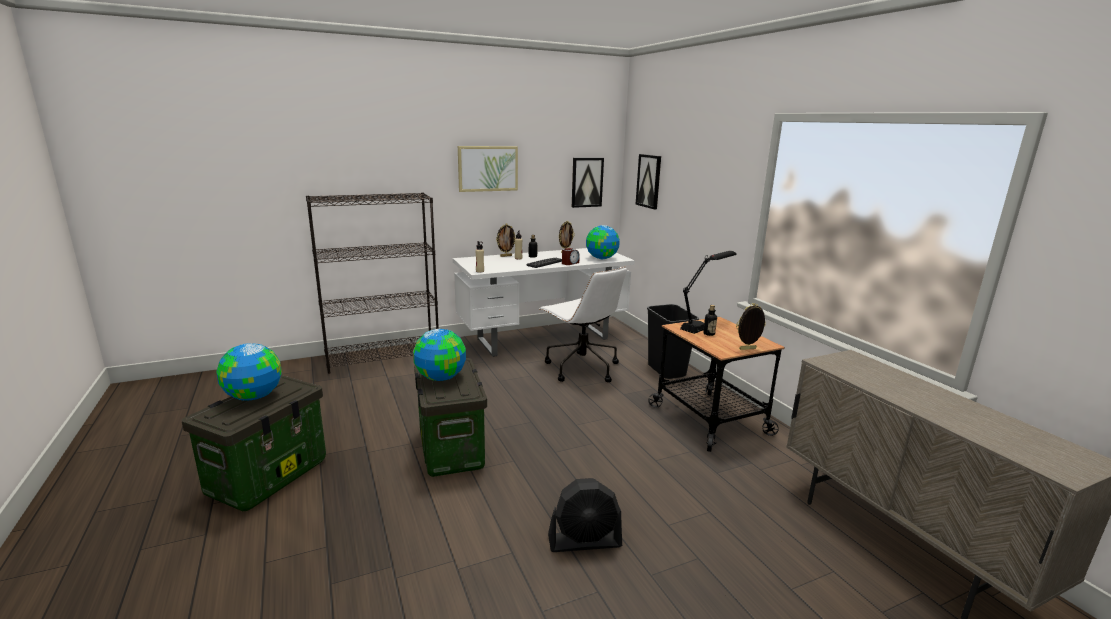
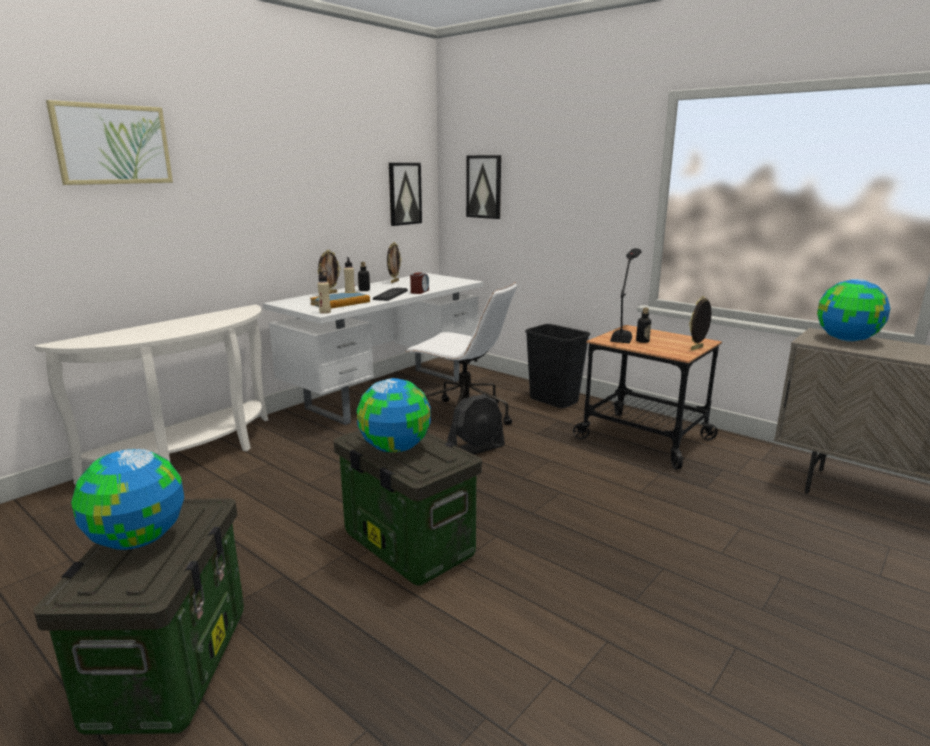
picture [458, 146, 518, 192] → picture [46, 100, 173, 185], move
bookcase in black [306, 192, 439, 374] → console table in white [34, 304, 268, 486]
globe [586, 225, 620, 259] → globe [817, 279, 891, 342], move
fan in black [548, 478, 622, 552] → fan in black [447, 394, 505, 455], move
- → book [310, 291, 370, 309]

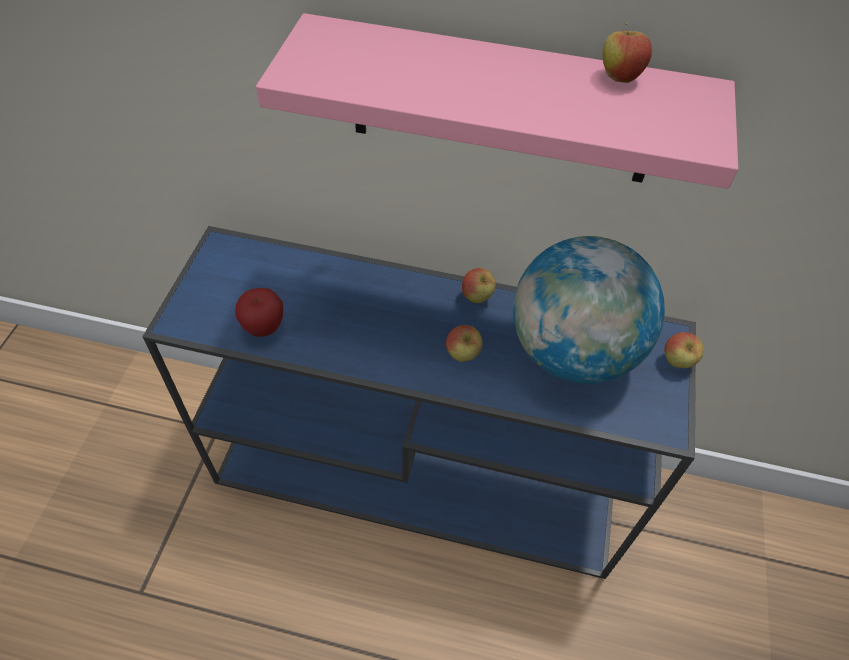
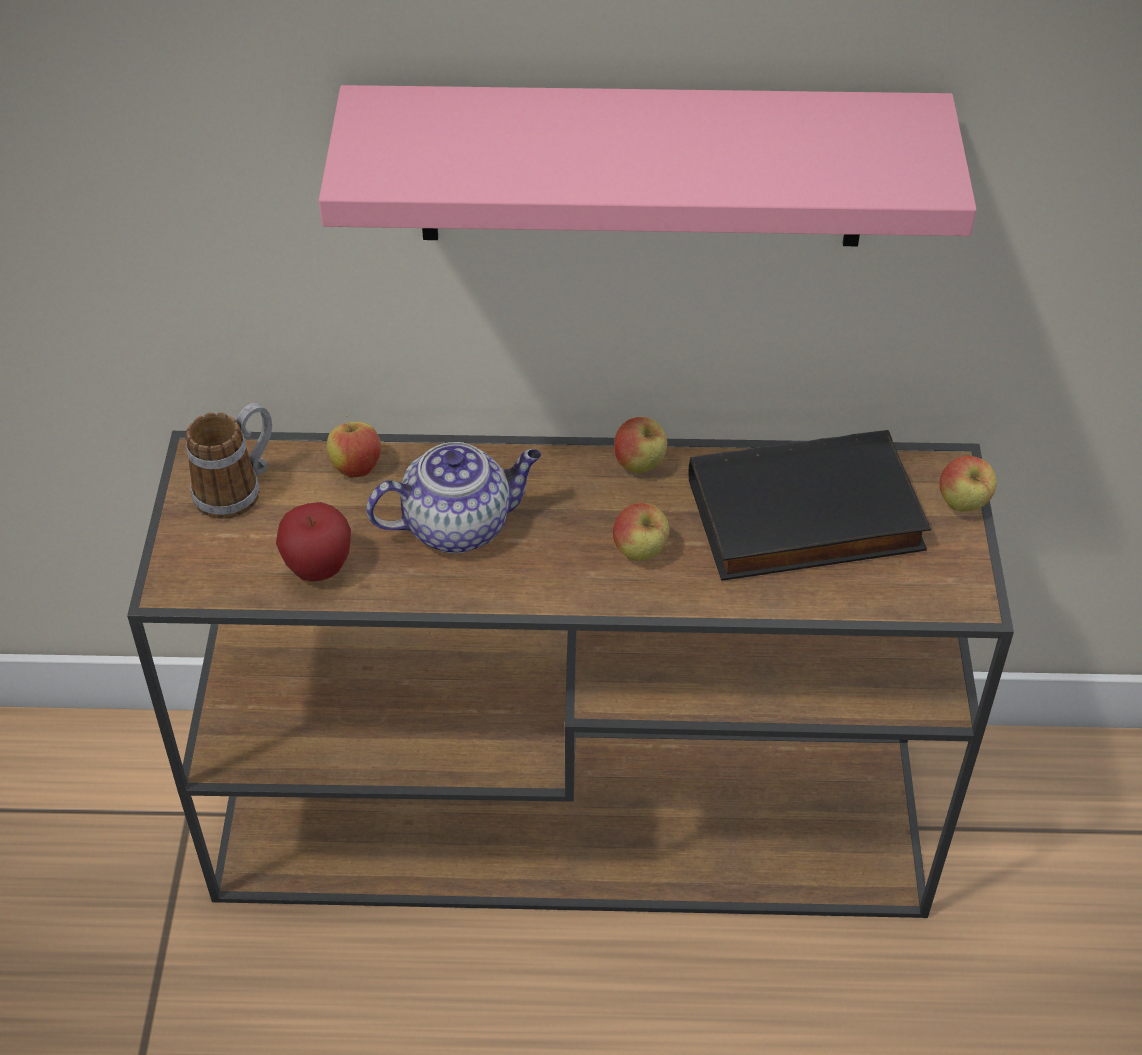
apple [602, 22, 652, 83] → apple [327, 414, 381, 478], move
console table in blue [142, 226, 696, 579] → console table in brown [127, 431, 1014, 918]
globe [513, 236, 665, 384] → book in black [689, 430, 931, 581]
- → mug [186, 403, 272, 519]
- → teapot [366, 442, 541, 553]

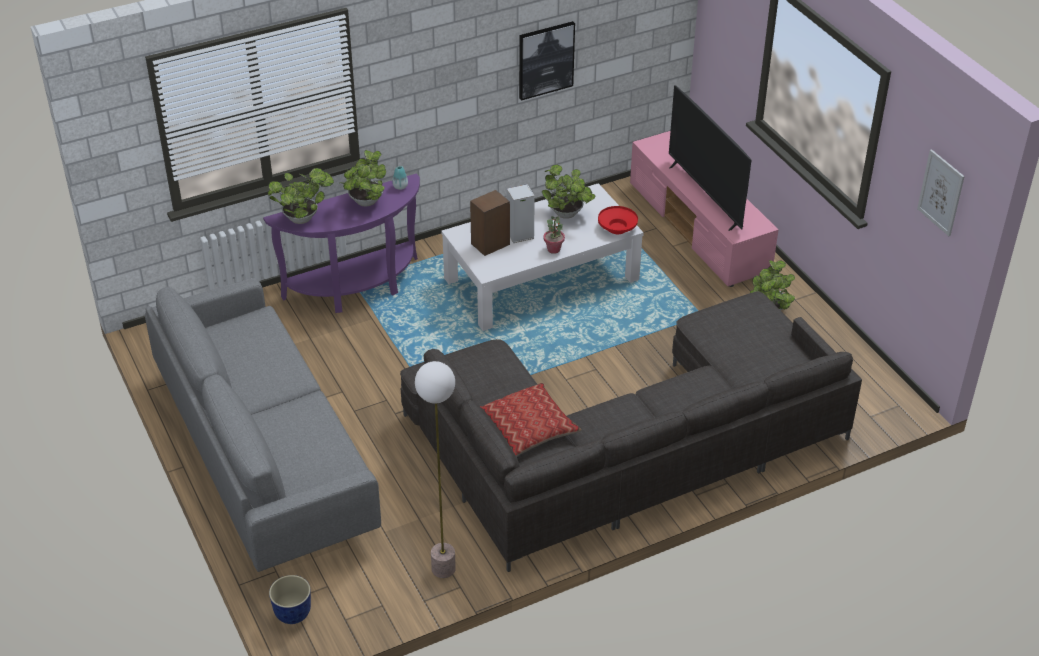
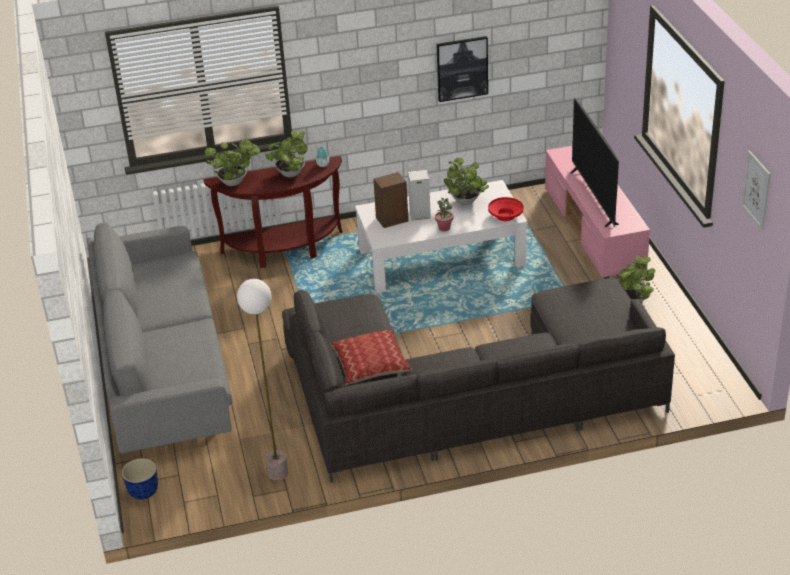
console table in purple [263, 173, 420, 313] → console table in brown [203, 156, 343, 268]

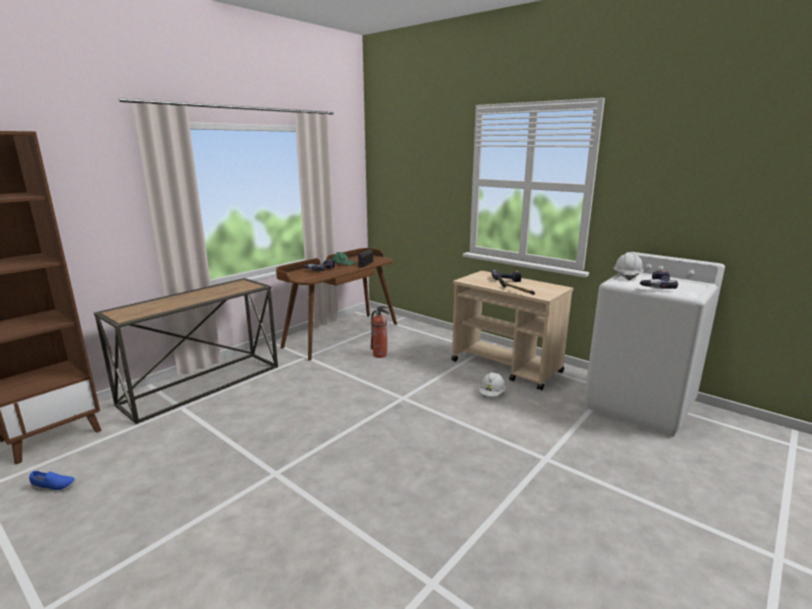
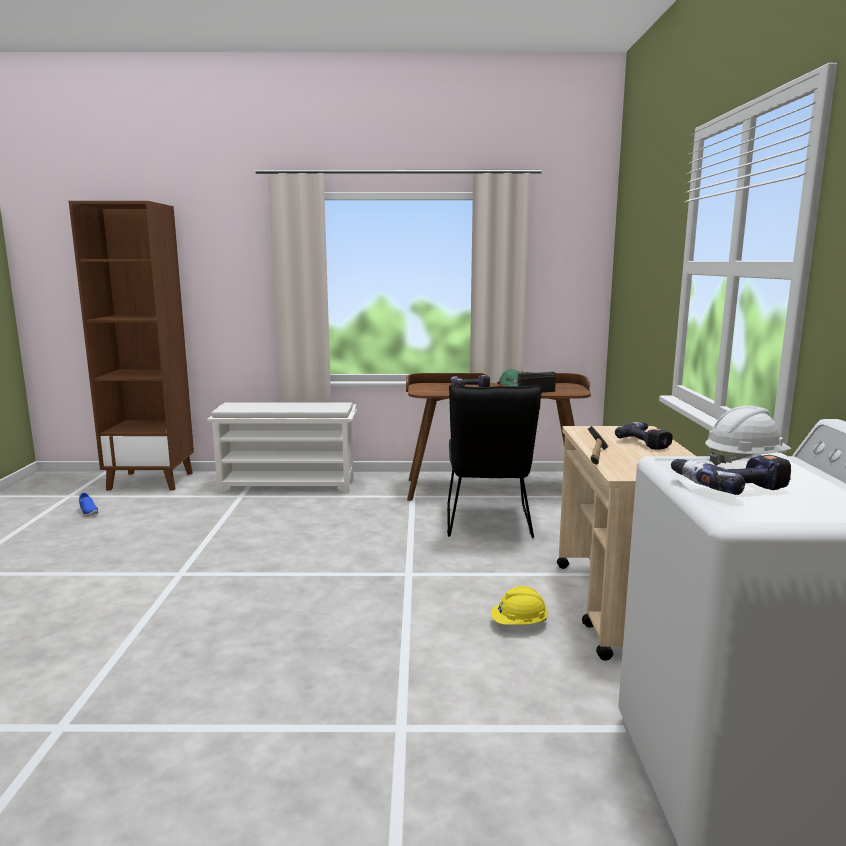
console table [94, 278, 278, 424] → shoe rack in white [207, 402, 357, 493]
fire extinguisher [370, 306, 390, 358] → chair in black [447, 385, 542, 538]
hard hat in white [479, 372, 505, 396] → hard hat in yellow [491, 586, 548, 625]

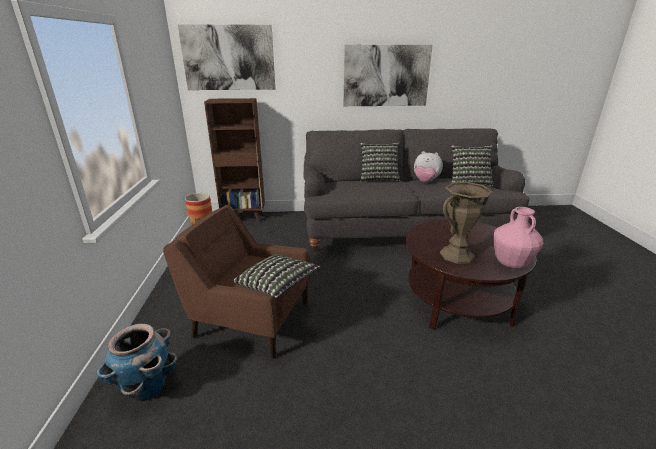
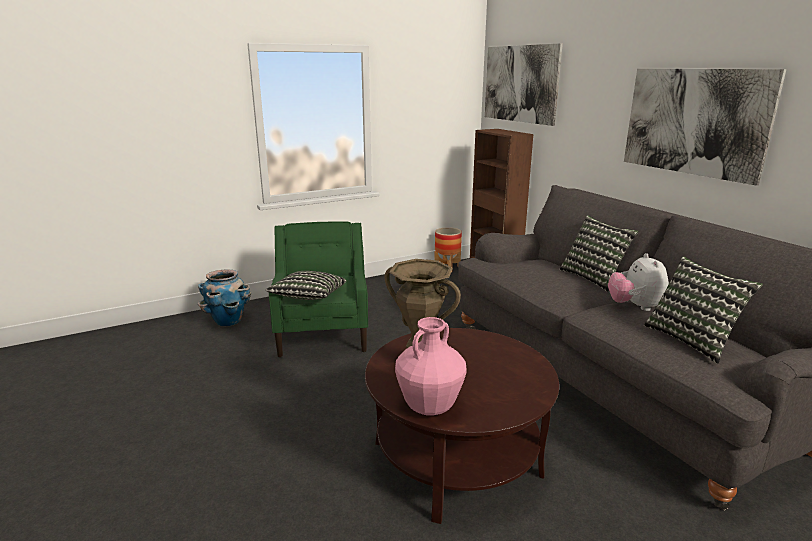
armchair in brown [163, 205, 310, 358] → armchair in green [269, 222, 368, 358]

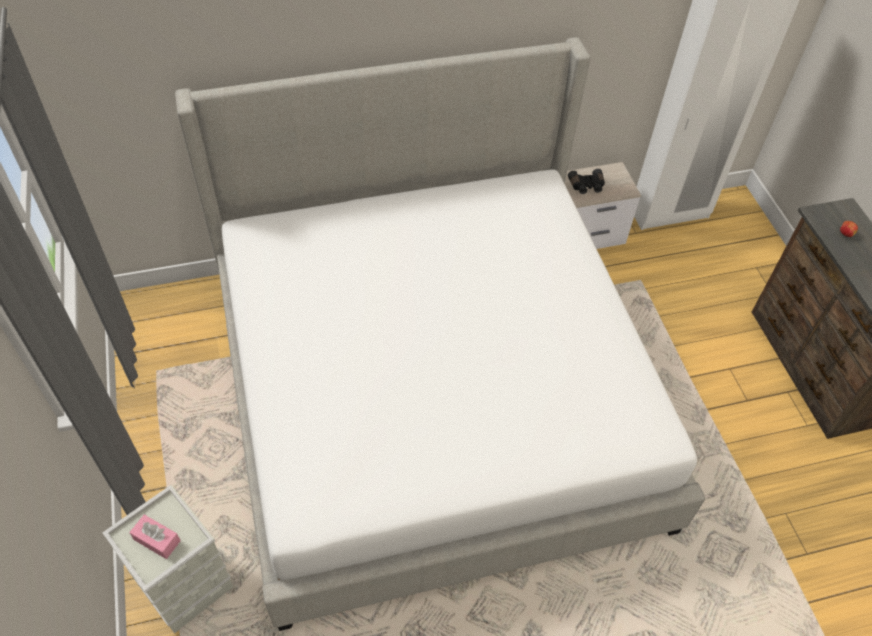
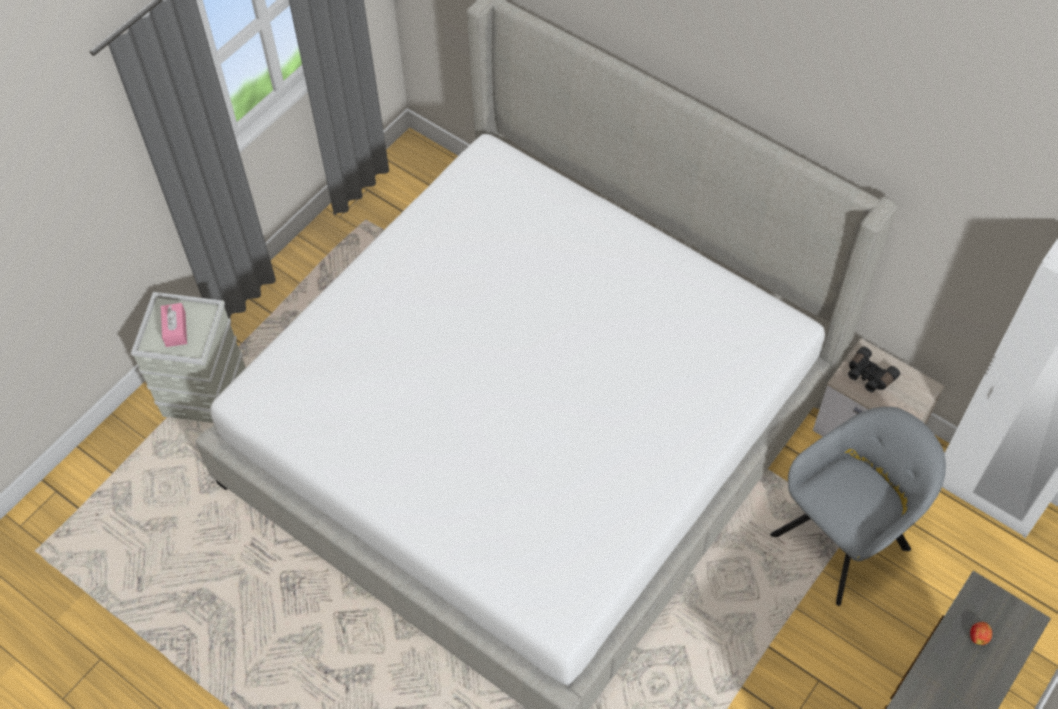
- → armchair in grey [770, 407, 946, 606]

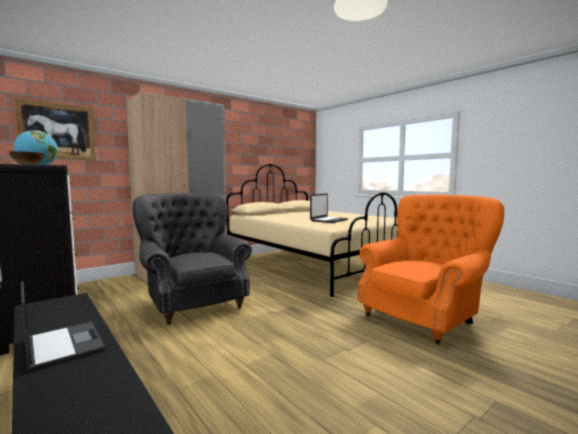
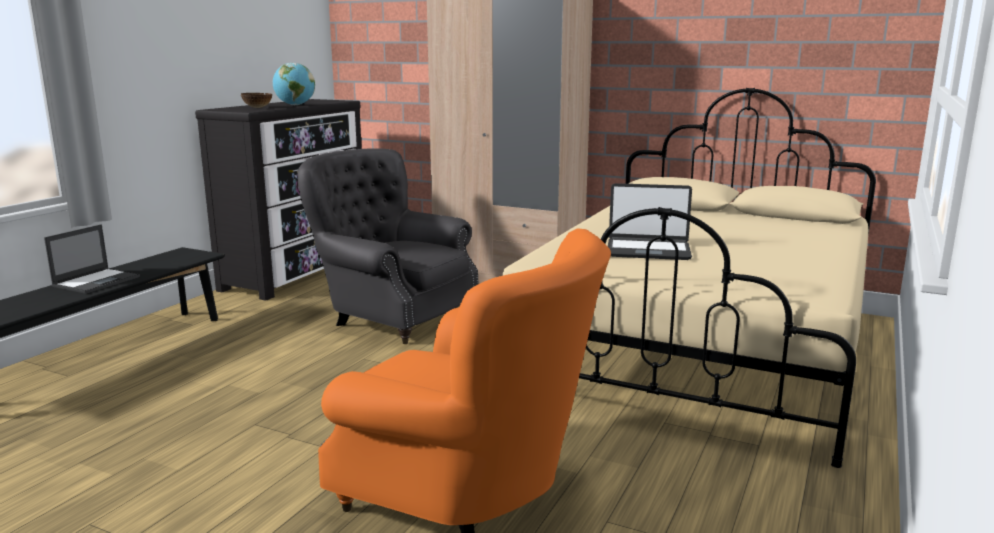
picture [14, 98, 96, 160] → -
armchair in grey [132, 193, 252, 325] → armchair in grey [297, 148, 478, 344], 90 degrees counterclockwise

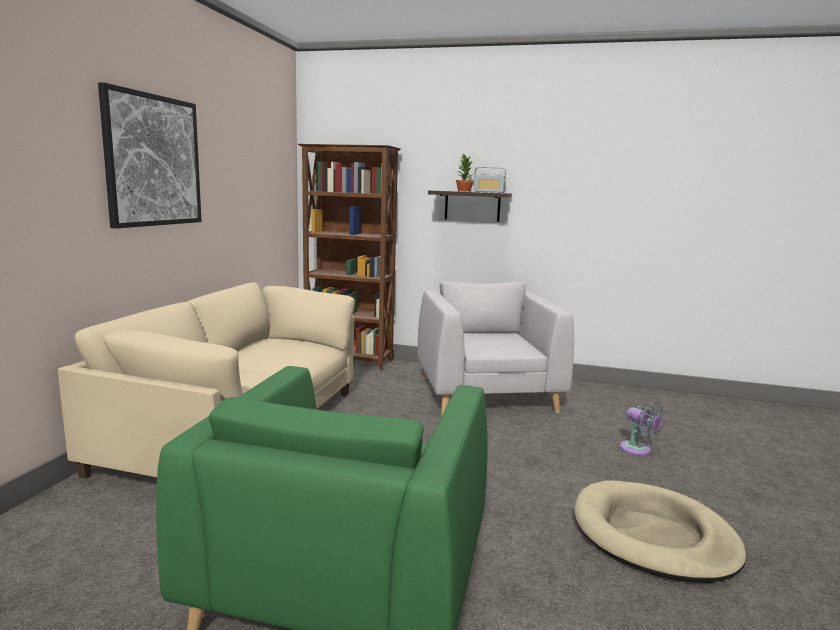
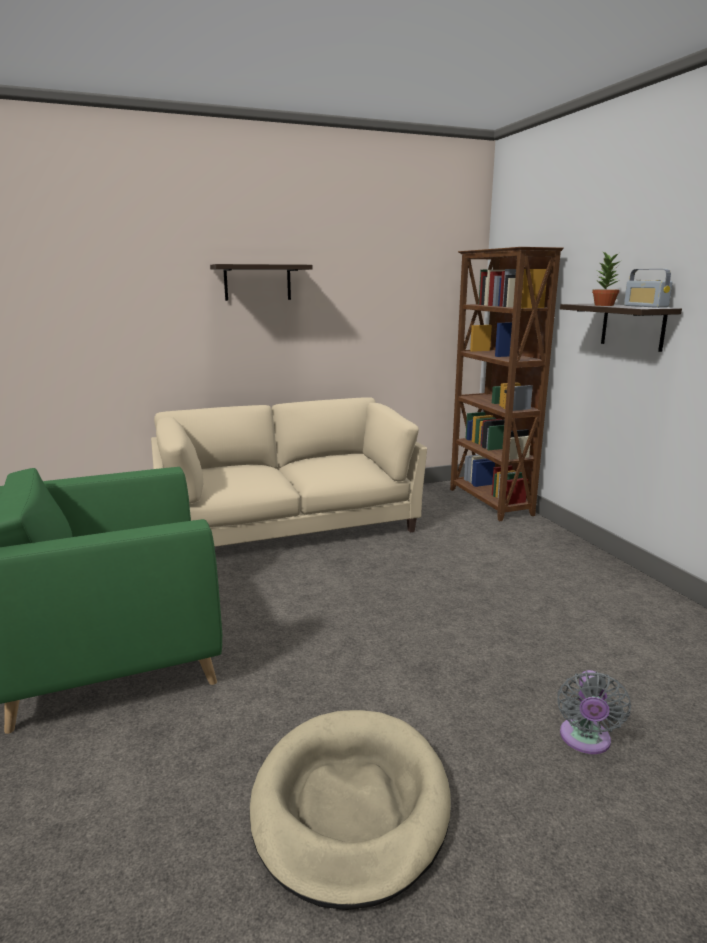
picture [98, 82, 202, 228] → shelf [210, 264, 313, 301]
armchair in grey [417, 282, 574, 416] → -

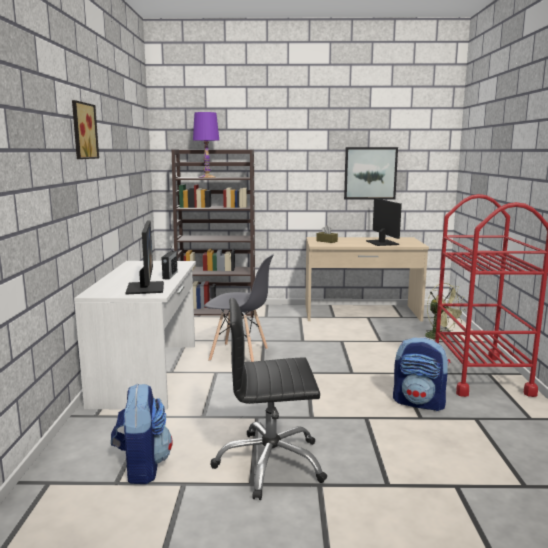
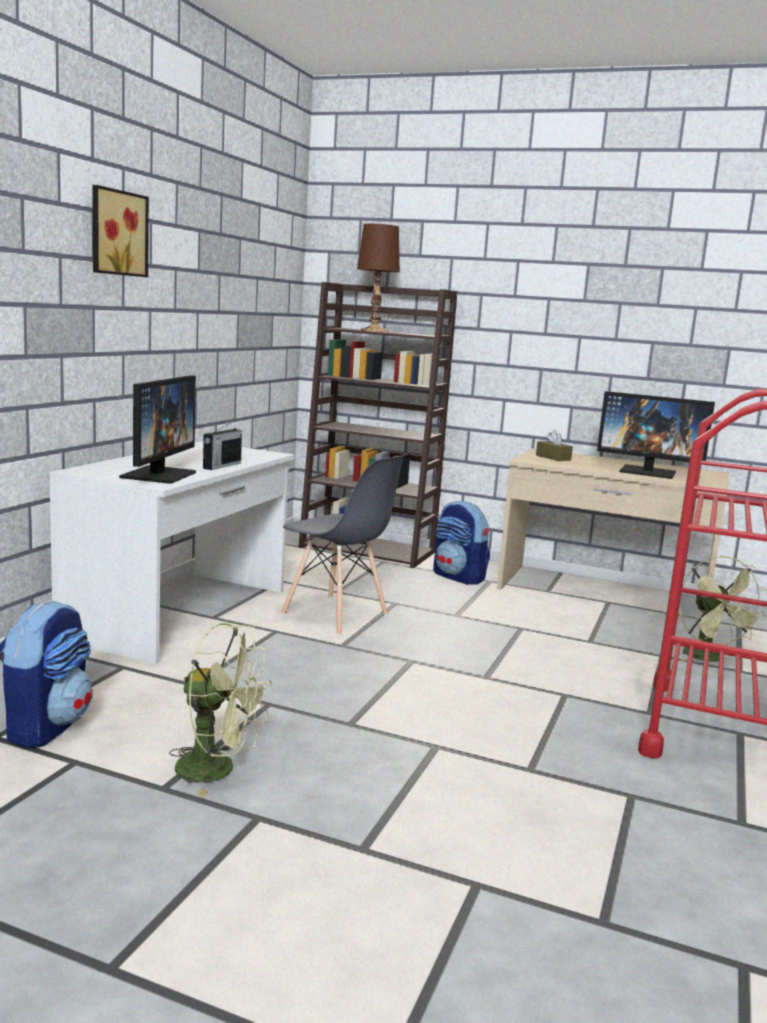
table lamp in purple [193, 112, 219, 178] → table lamp in brown [357, 224, 400, 332]
picture [344, 147, 398, 200] → -
monitor [366, 198, 402, 246] → monitor [597, 391, 715, 479], 105 degrees clockwise
office chair in black [211, 298, 327, 500] → fan in green [169, 622, 272, 797]
backpack [393, 337, 450, 411] → backpack [433, 501, 490, 585], move

